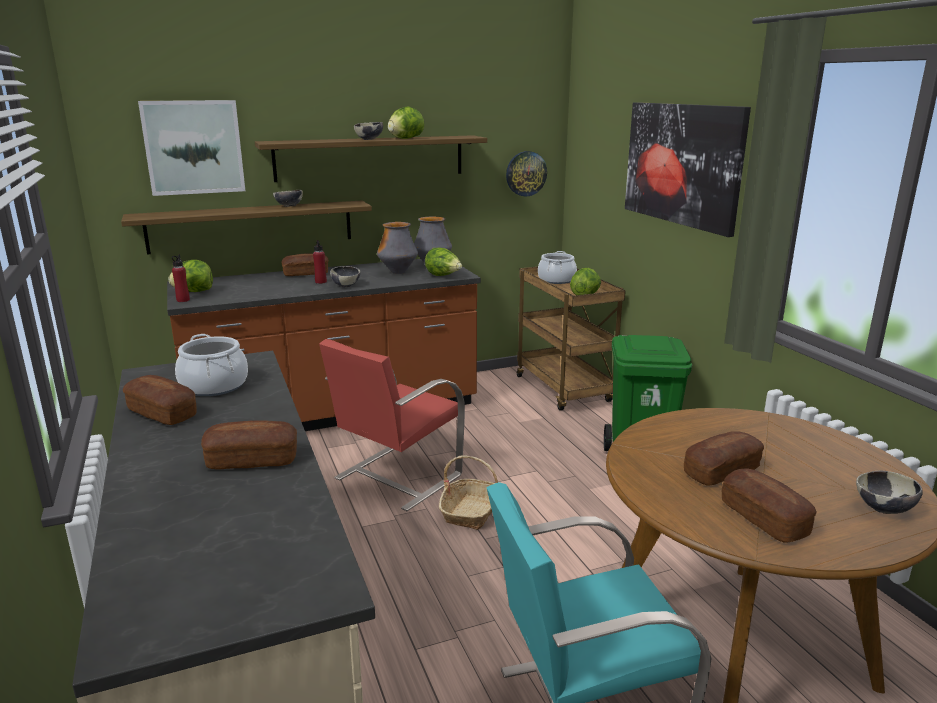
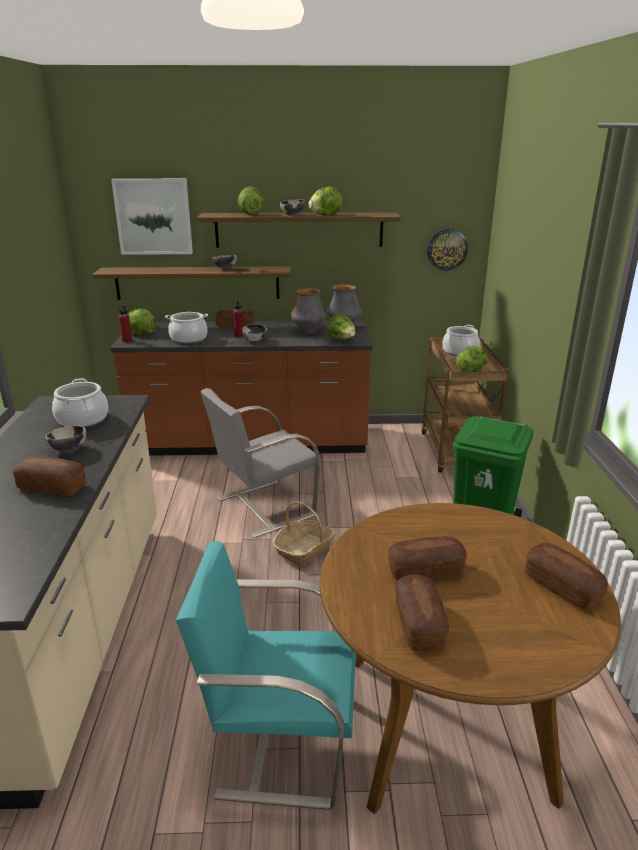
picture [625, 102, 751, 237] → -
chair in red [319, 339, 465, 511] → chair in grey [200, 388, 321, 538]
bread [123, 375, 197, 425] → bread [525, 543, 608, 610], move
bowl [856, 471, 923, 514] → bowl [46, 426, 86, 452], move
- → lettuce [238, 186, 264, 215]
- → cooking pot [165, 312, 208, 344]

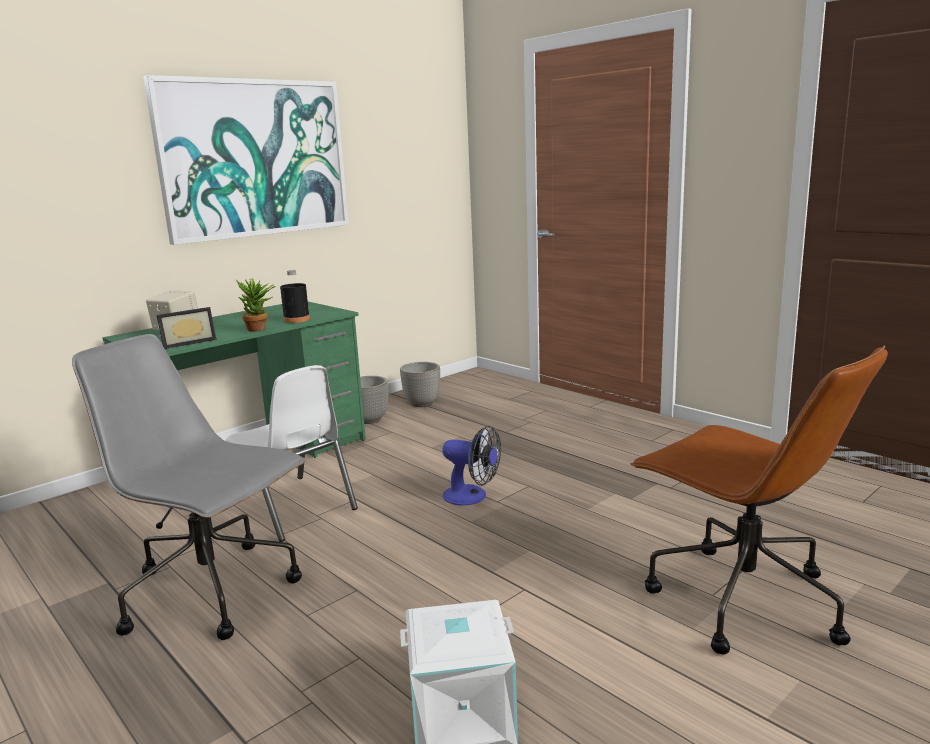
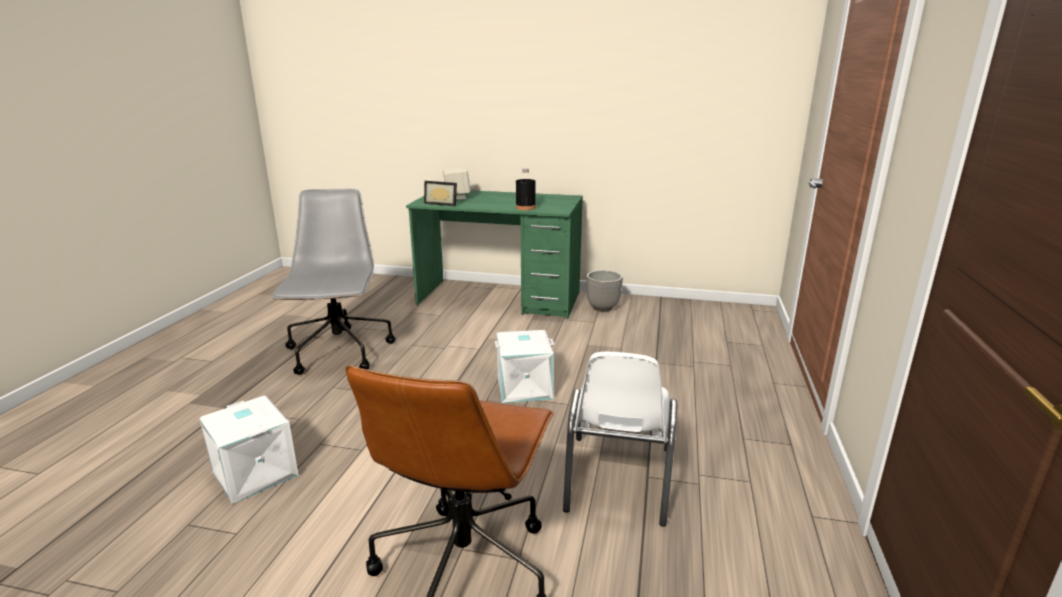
picture [143, 75, 349, 245] → -
potted plant [236, 278, 275, 332] → -
planter [400, 362, 440, 407] → -
chair in white [226, 365, 358, 542] → chair in white [563, 352, 677, 527], move
fan [442, 426, 501, 506] → storage box in white [495, 330, 554, 403]

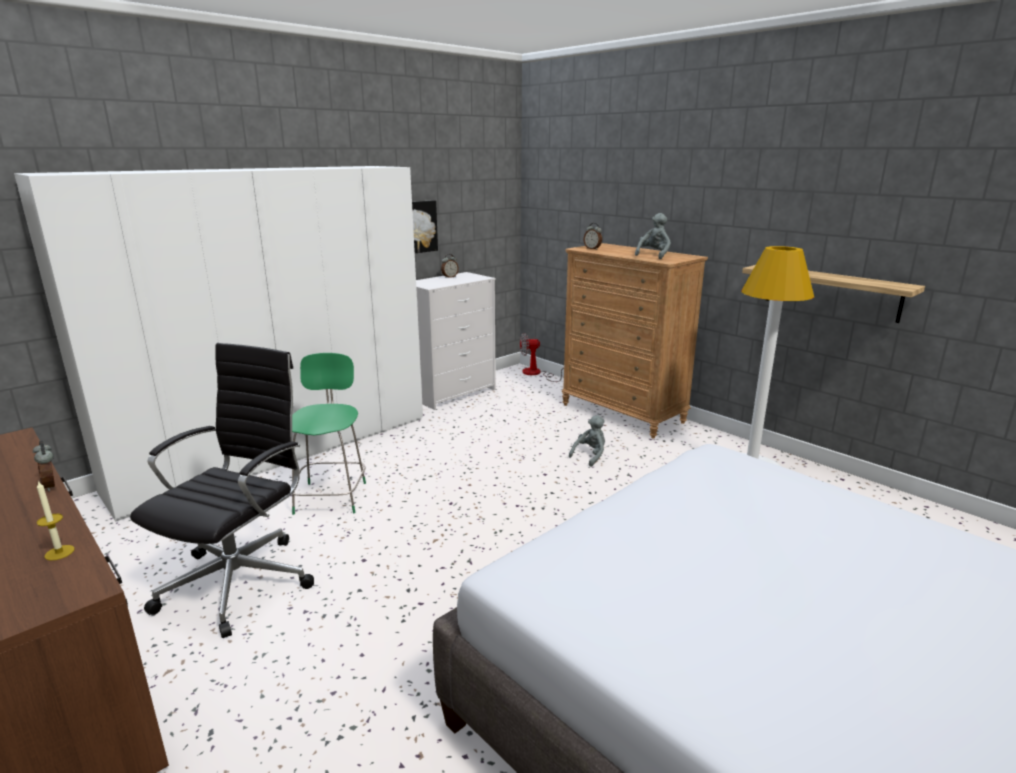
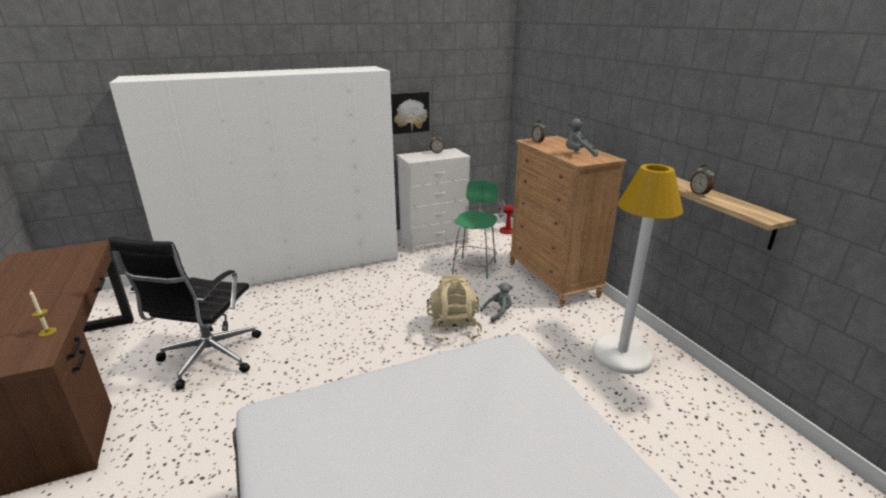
plush toy in grey [635, 213, 671, 259] → plush toy in grey [566, 119, 598, 157], 135 degrees counterclockwise
office chair in black [130, 343, 314, 638] → office chair in black [109, 237, 261, 390], 150 degrees clockwise
chair in green [292, 353, 366, 515] → chair in green [452, 180, 498, 279], move
alarm clock [33, 441, 55, 492] → alarm clock [690, 165, 714, 196], move
- → backpack in beige [427, 275, 482, 342]

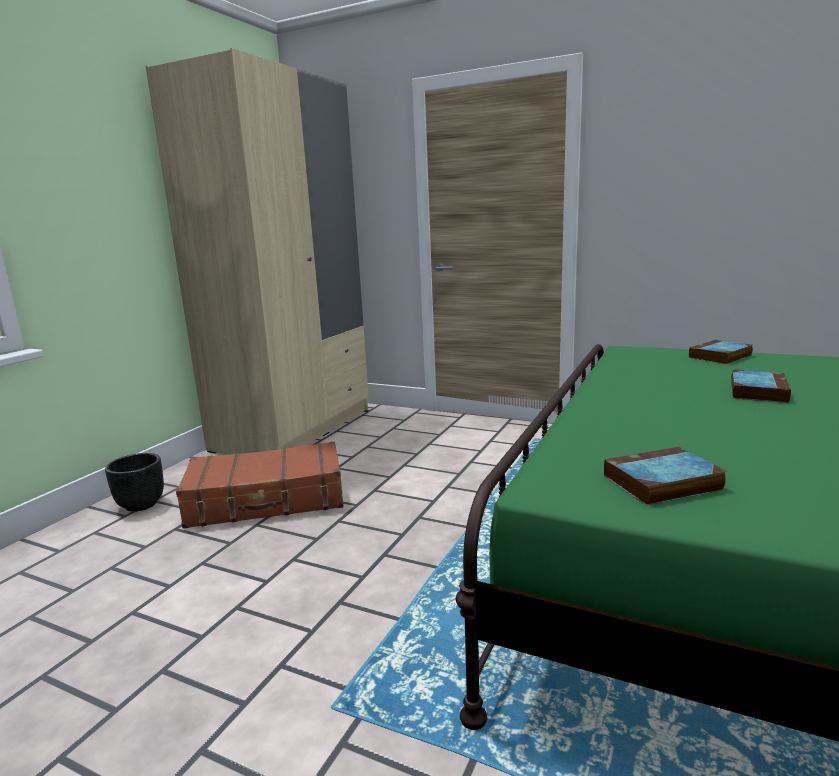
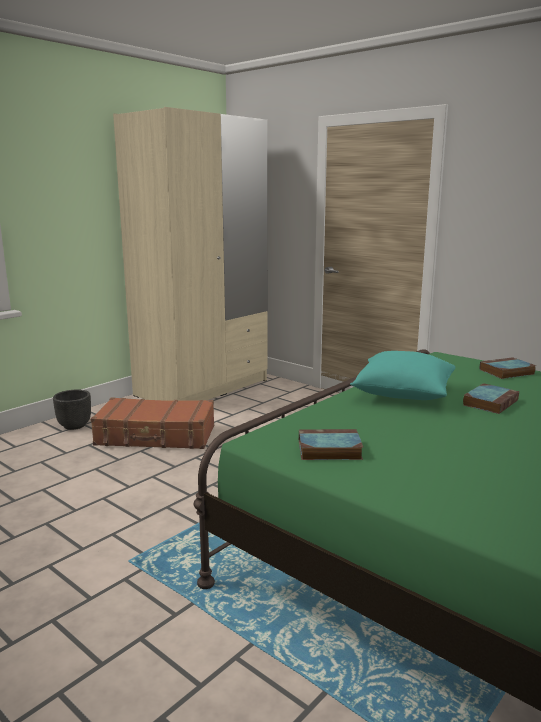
- → pillow in turquoise [350, 351, 455, 400]

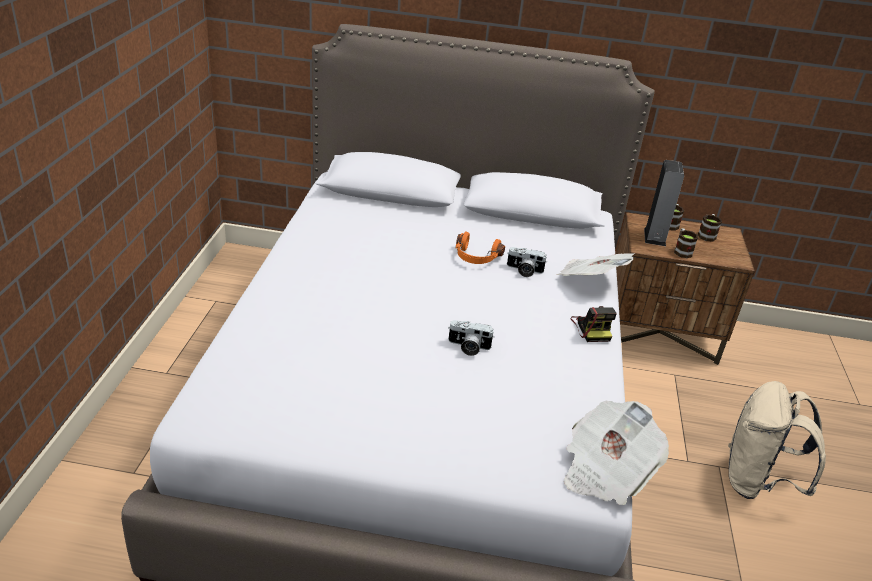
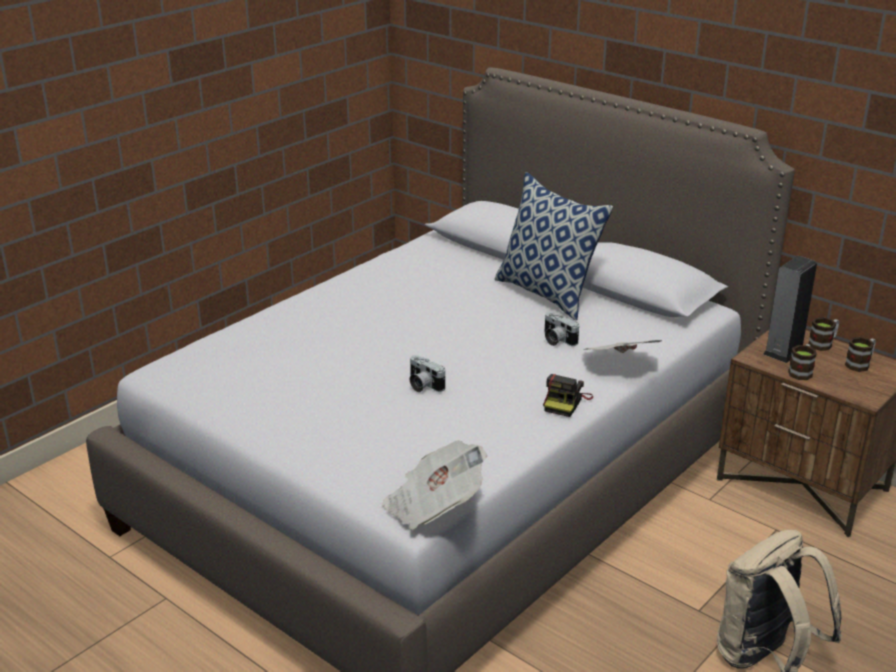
headphones in orange [456, 232, 505, 264] → -
- → pillow [495, 172, 613, 320]

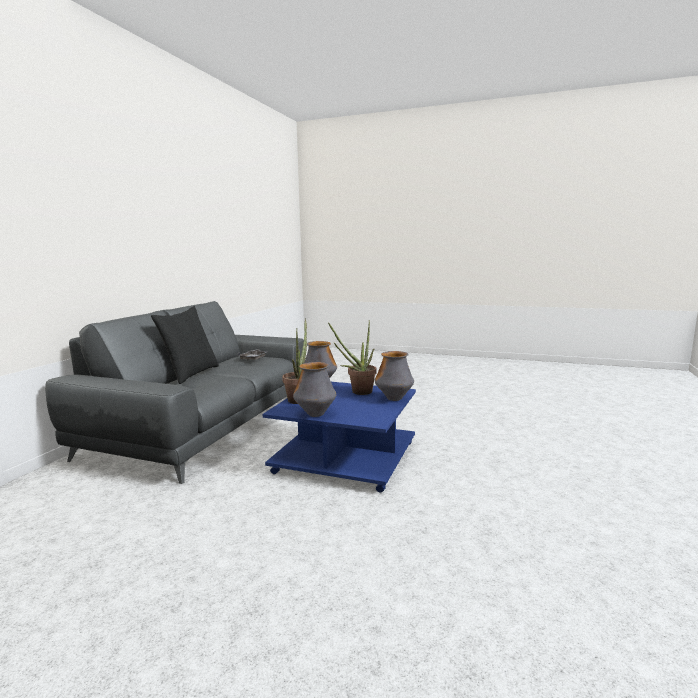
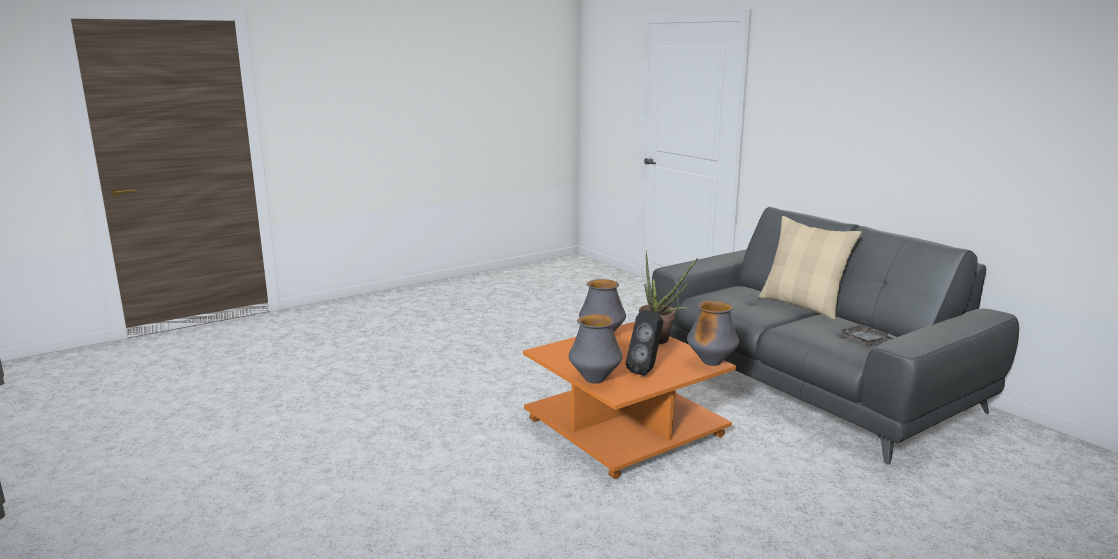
pillow in black [151, 306, 219, 384] → pillow in beige [759, 216, 862, 320]
potted plant [328, 320, 377, 395] → speaker in black [626, 310, 664, 376]
coffee table in blue [263, 382, 416, 493] → coffee table in orange [523, 322, 736, 479]

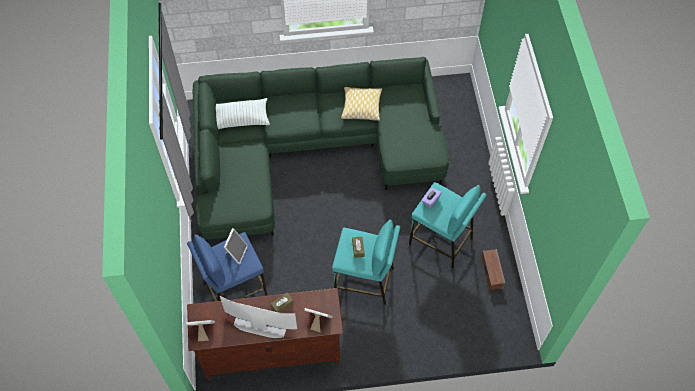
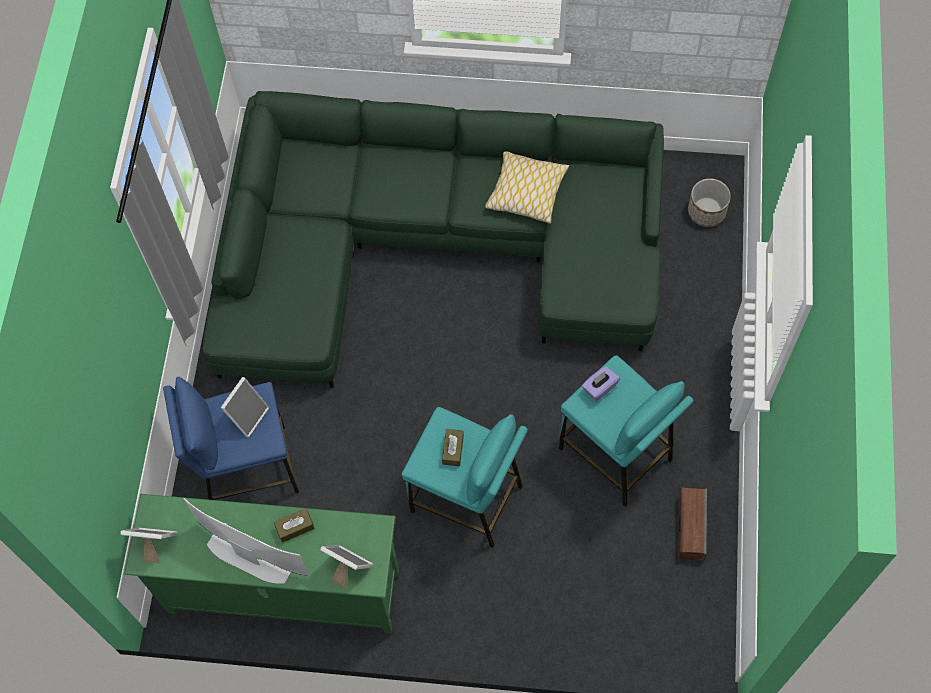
pillow [216, 98, 270, 129] → -
tv stand in brown [187, 288, 344, 379] → tv stand in green [124, 494, 399, 634]
- → planter [688, 179, 731, 227]

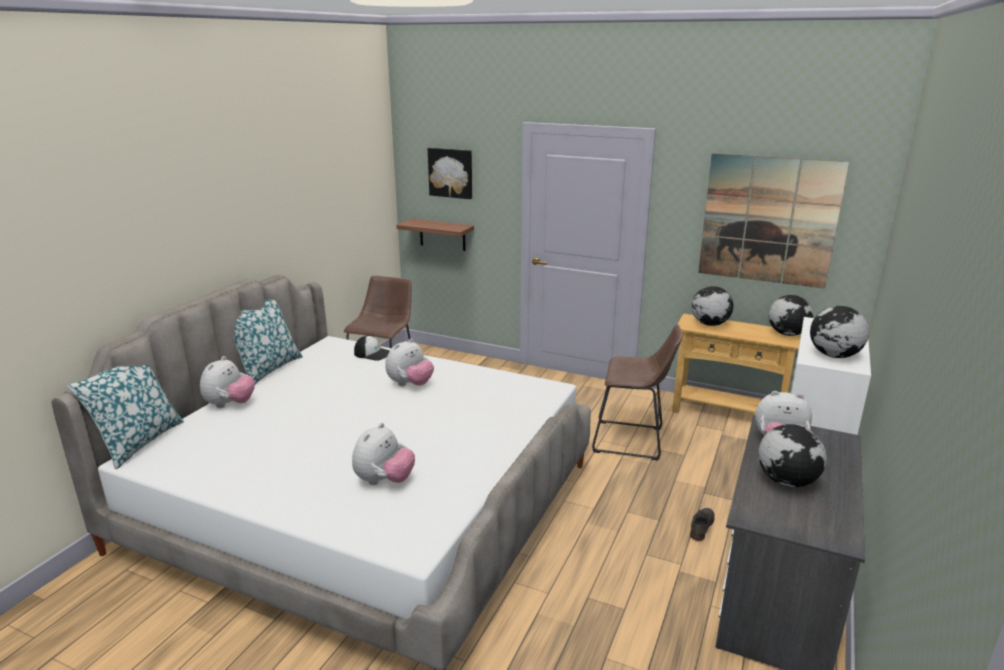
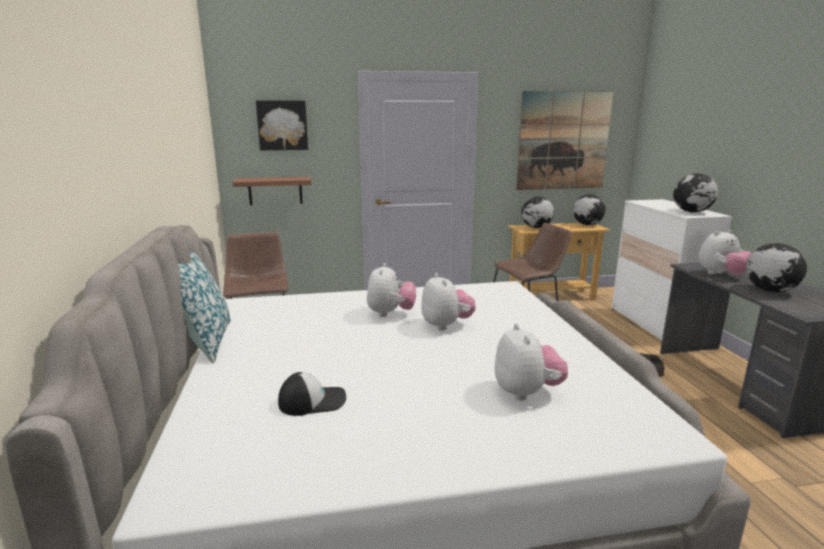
cap [354, 335, 390, 361] → cap [278, 372, 346, 416], move
plush toy [200, 356, 255, 408] → plush toy [421, 273, 476, 331], move
pillow [68, 365, 184, 469] → -

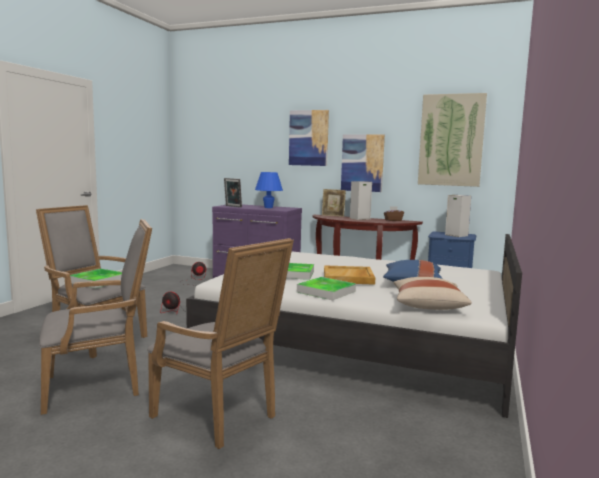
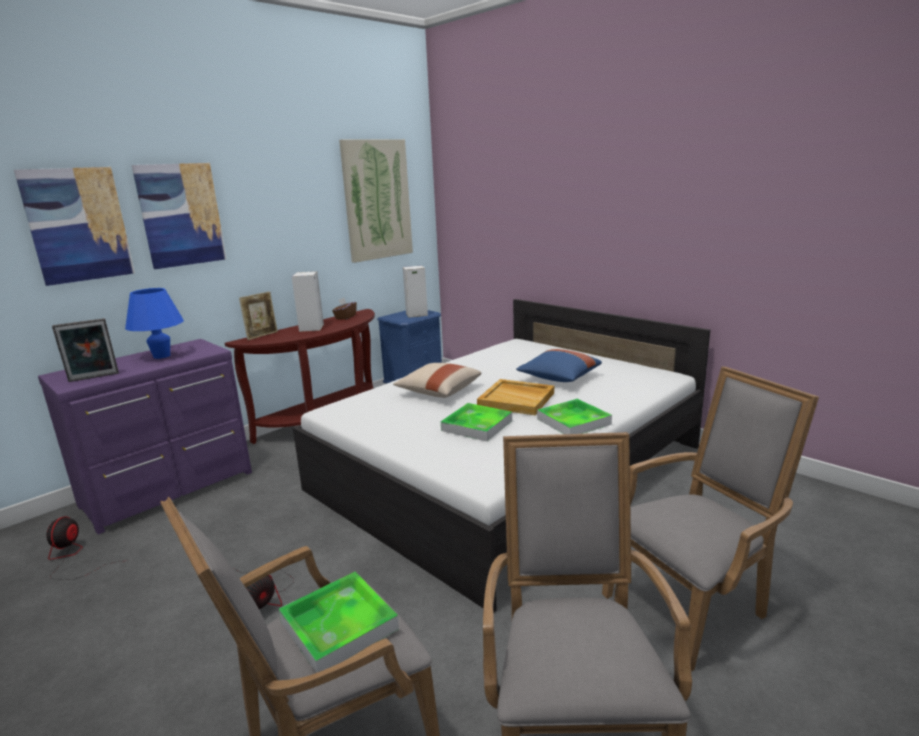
picture [341, 134, 385, 192] → picture [14, 167, 135, 286], move
pillow in beige [393, 277, 472, 310] → pillow in beige [393, 363, 482, 398], move

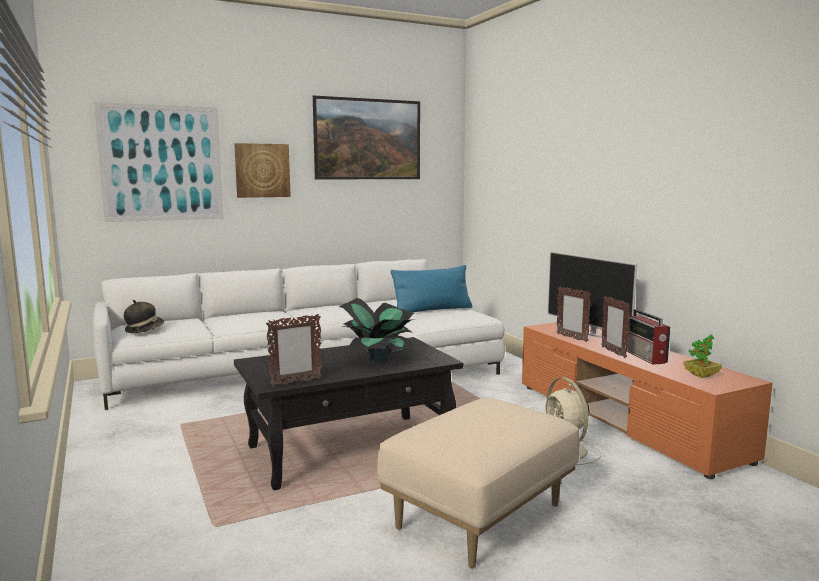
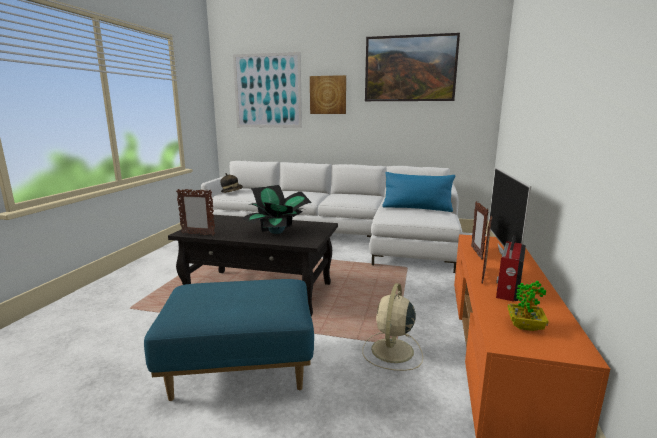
ottoman in beige [377, 398, 580, 568] → ottoman in blue [144, 279, 314, 401]

